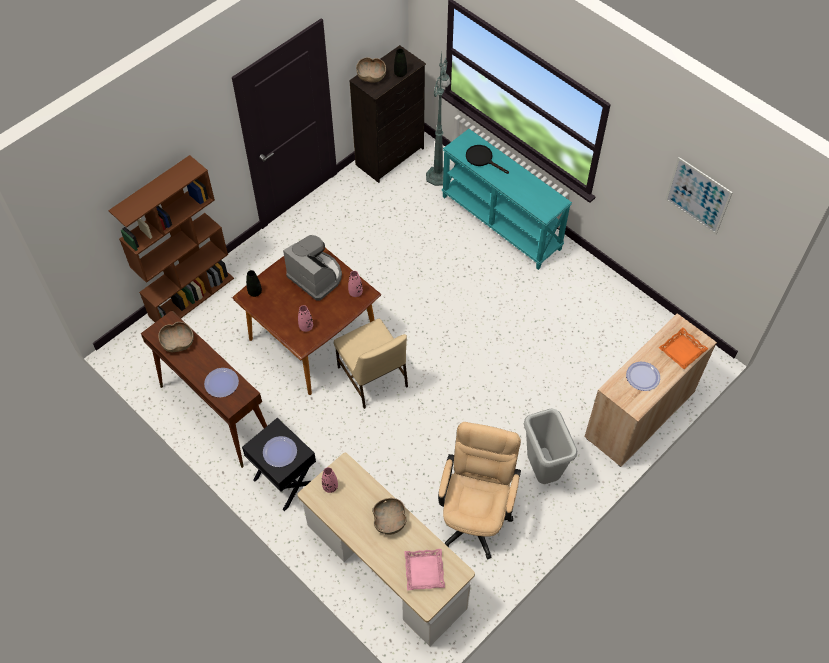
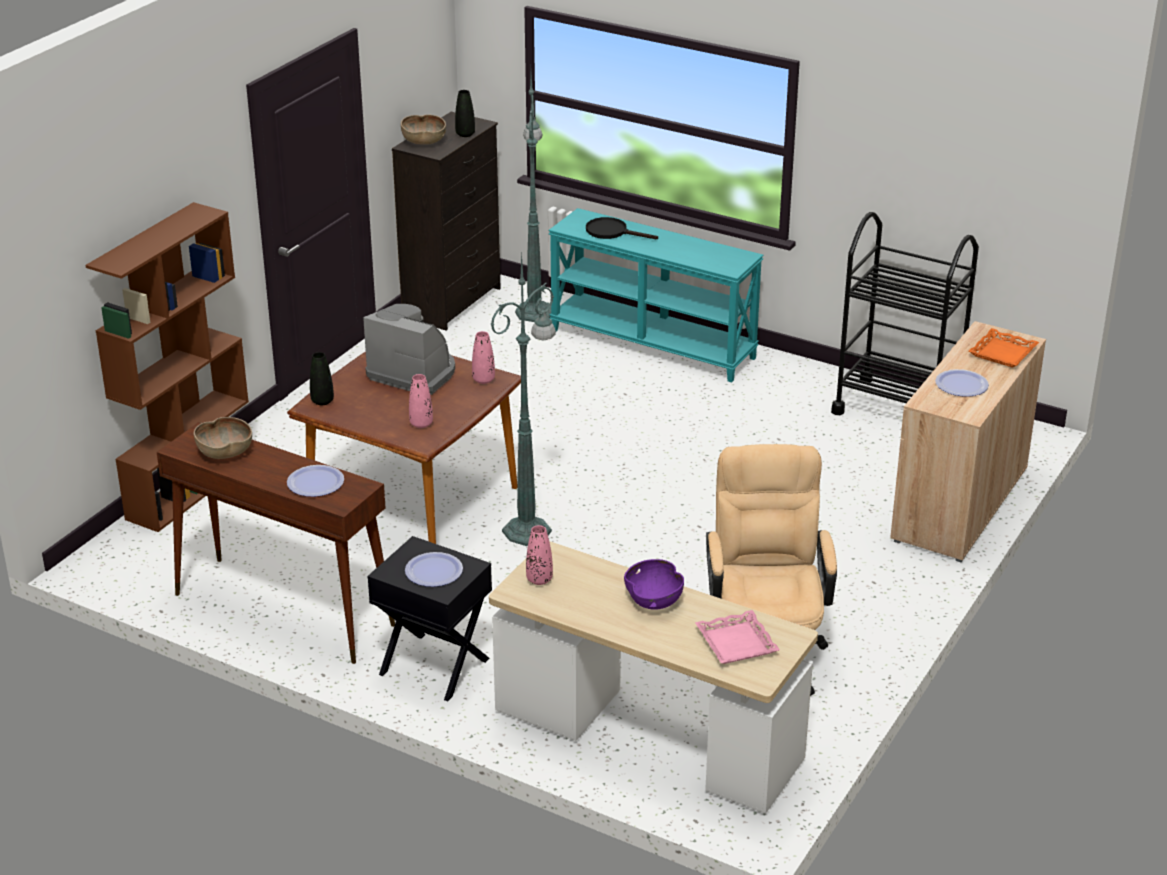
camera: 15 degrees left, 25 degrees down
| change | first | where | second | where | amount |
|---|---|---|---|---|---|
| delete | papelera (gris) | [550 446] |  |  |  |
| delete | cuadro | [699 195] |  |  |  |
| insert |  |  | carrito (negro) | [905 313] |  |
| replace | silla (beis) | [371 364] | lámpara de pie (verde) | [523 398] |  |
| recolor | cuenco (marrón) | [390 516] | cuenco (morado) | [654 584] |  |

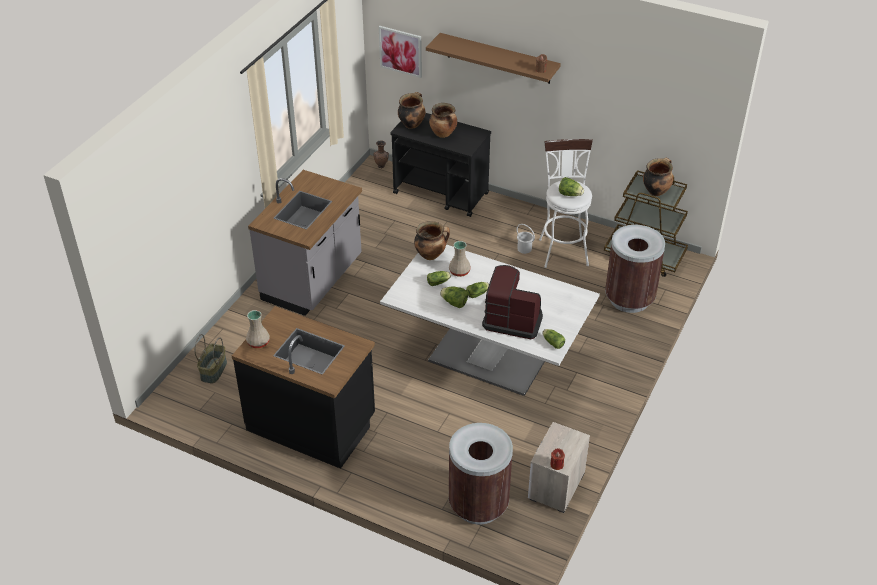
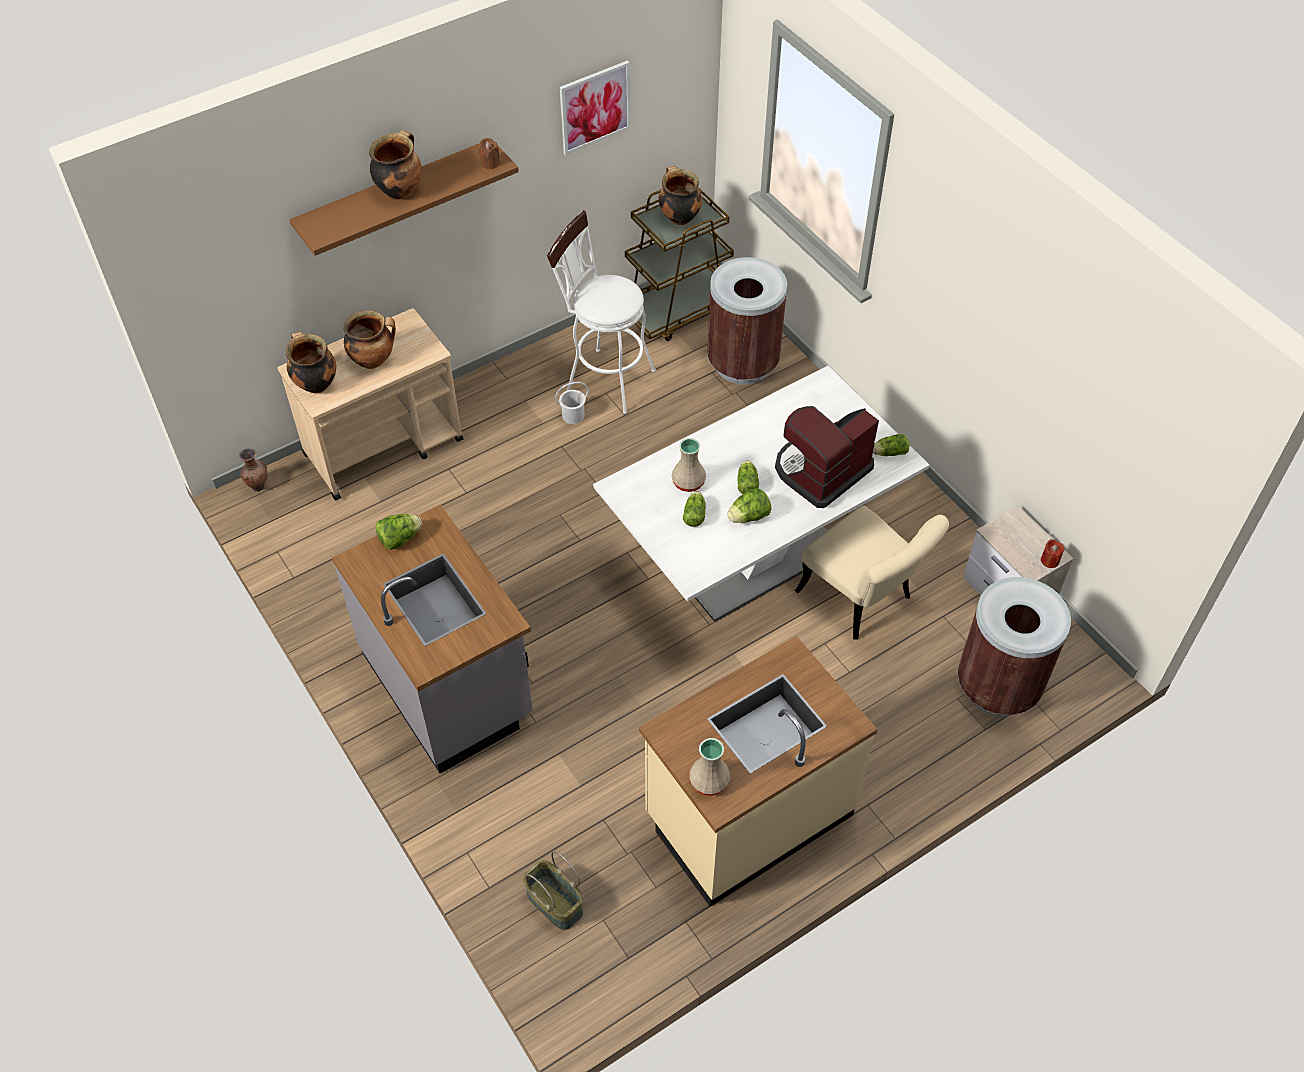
camera: 60 degrees left, 10 degrees up
| change | first | where | second | where | amount |
|---|---|---|---|---|---|
| insert |  |  | silla (beis) | [872 572] |  |
| move | cuadro | [400 52] |  | [595 107] |  |
| move | olla | [432 240] |  | [395 165] |  |
| move | lechuga | [571 186] |  | [399 532] |  |
| recolor | mueble bajo de cocina (negro) | [303 387] | mueble bajo de cocina (beis) | [758 771] |  |
| recolor | carrito (negro) | [440 165] | carrito (beis) | [370 404] |  |

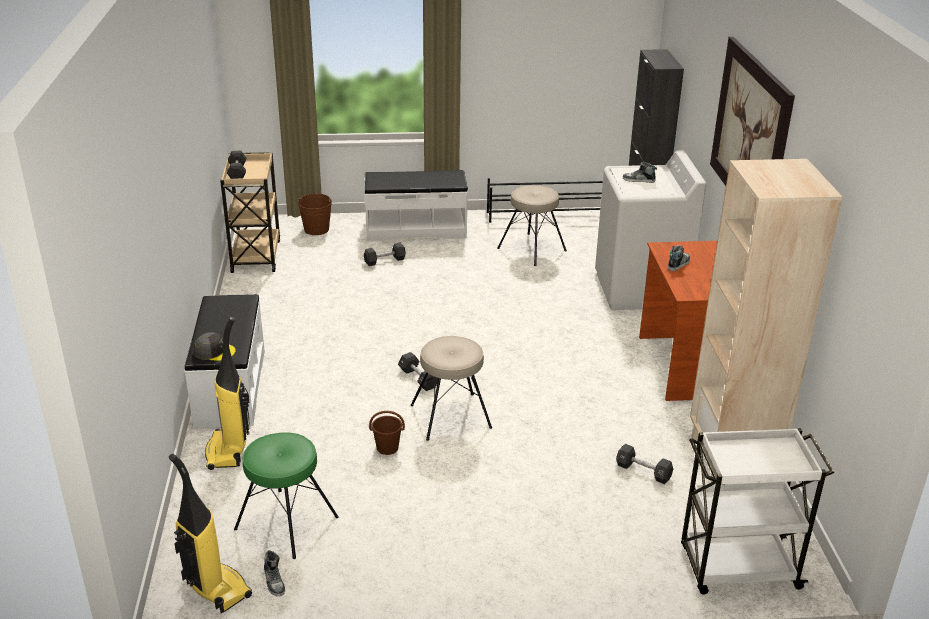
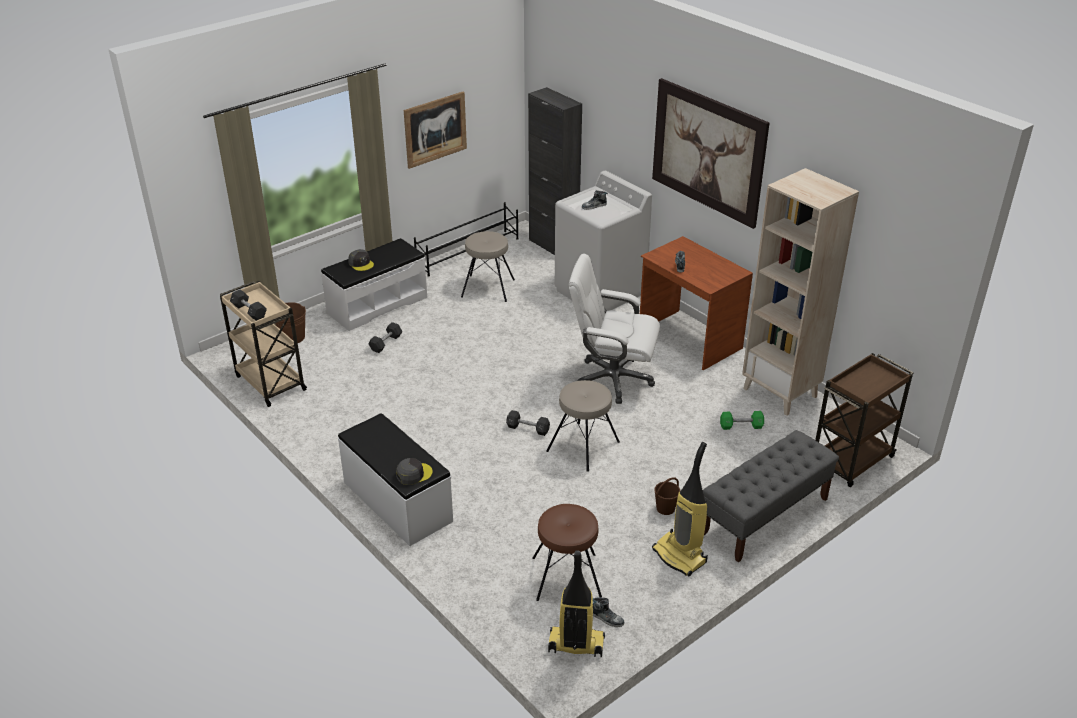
camera: 35 degrees left, 5 degrees up
| change | first | where | second | where | amount |
|---|---|---|---|---|---|
| insert |  |  | gorra (gris) | [361 260] |  |
| insert |  |  | cuadro | [435 130] |  |
| insert |  |  | silla de oficina (blanco) | [614 328] |  |
| insert |  |  | banco (gris) | [771 496] |  |
| move | aspiradora | [227 393] |  | [680 509] |  |
| move | cubo (marrón) | [387 433] |  | [667 496] |  |
| recolor | taburete (verde) | [286 495] | taburete (marrón) | [567 552] |  |
| recolor | mancuerna (negro) | [644 464] | mancuerna (verde) | [742 420] |  |
| recolor | carrito (blanco) | [757 511] | carrito (marrón) | [864 420] |  |

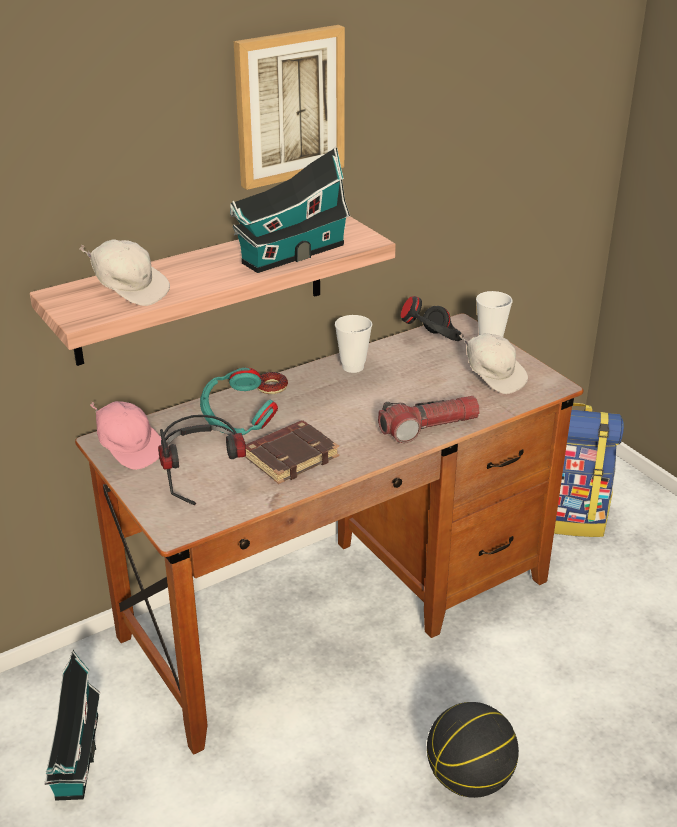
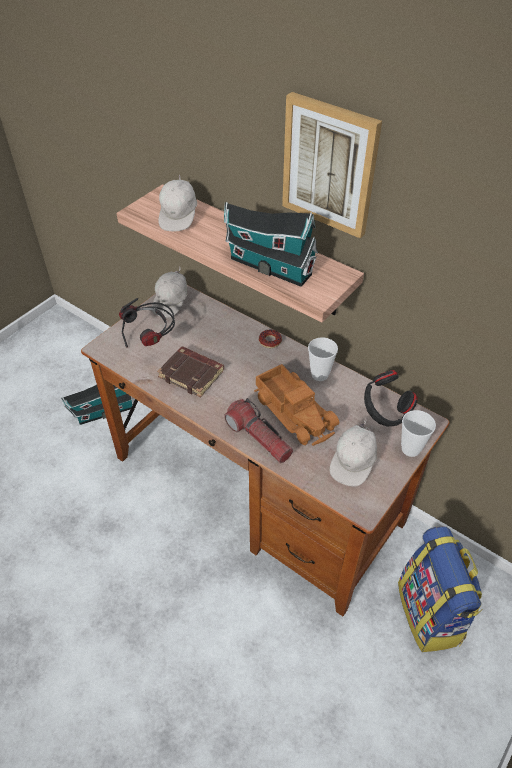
camera: 70 degrees right, 15 degrees up
| change | first | where | second | where | amount |
|---|---|---|---|---|---|
| delete | auriculares (turquesa) | [239 401] |  |  |  |
| delete | balón de baloncesto | [473 750] |  |  |  |
| insert |  |  | camión de juguete | [296 405] |  |
| recolor | gorra (rosa) | [125 435] | gorra (blanco) | [169 292] |  |

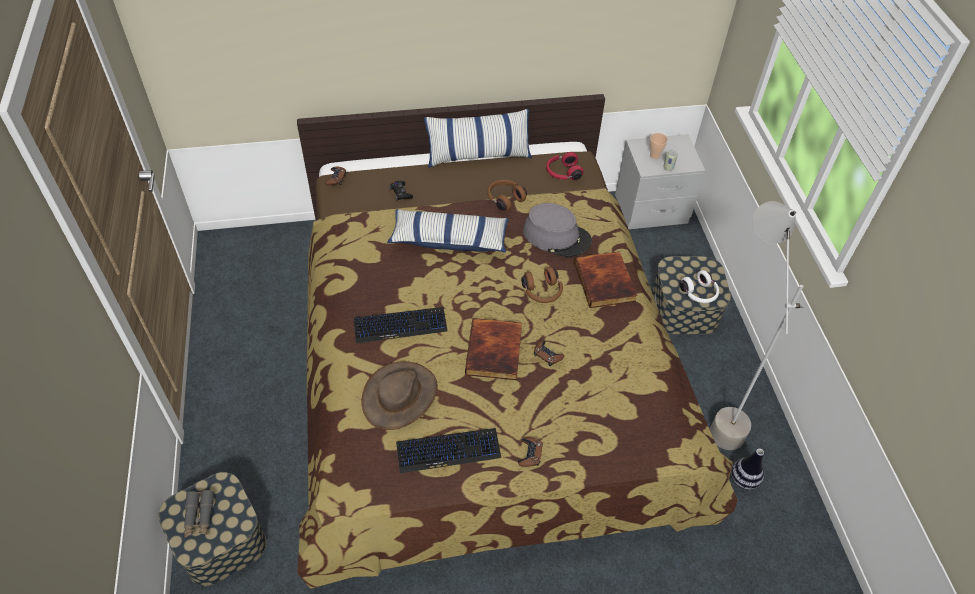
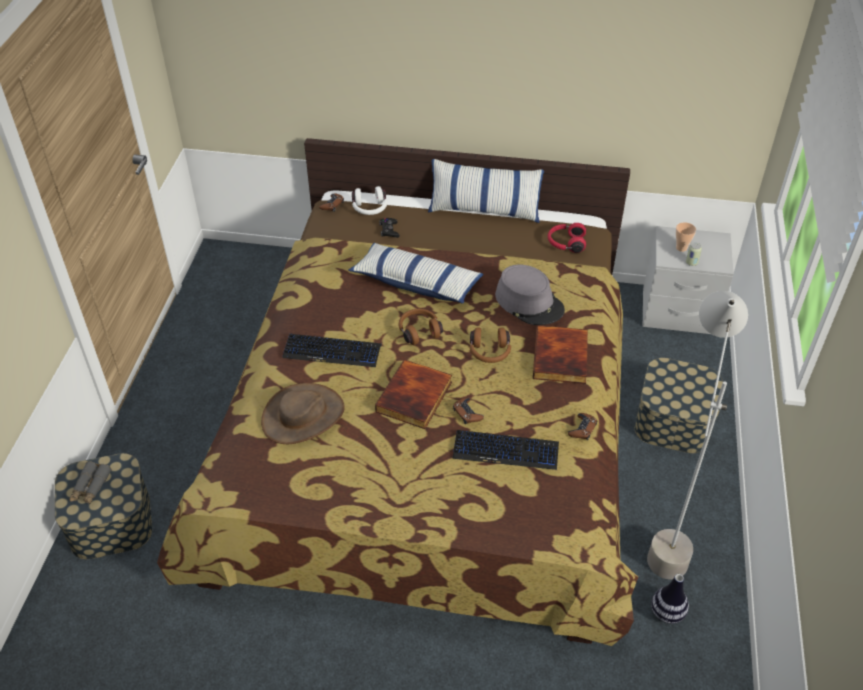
camera: 20 degrees right, 5 degrees down
| change | first | where | second | where | amount |
|---|---|---|---|---|---|
| move | teclado | [448 450] |  | [505 450] |  |
| move | auriculares (marrón) | [507 195] |  | [421 327] |  |
| move | mando de consola (marrón) | [530 452] |  | [582 426] |  |
| move | auriculares (blanco) | [699 286] |  | [370 200] |  |

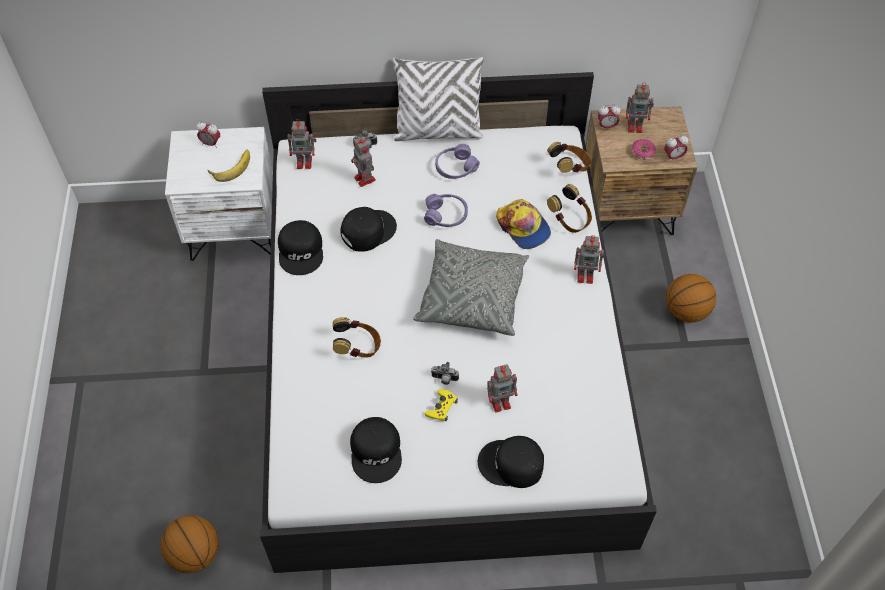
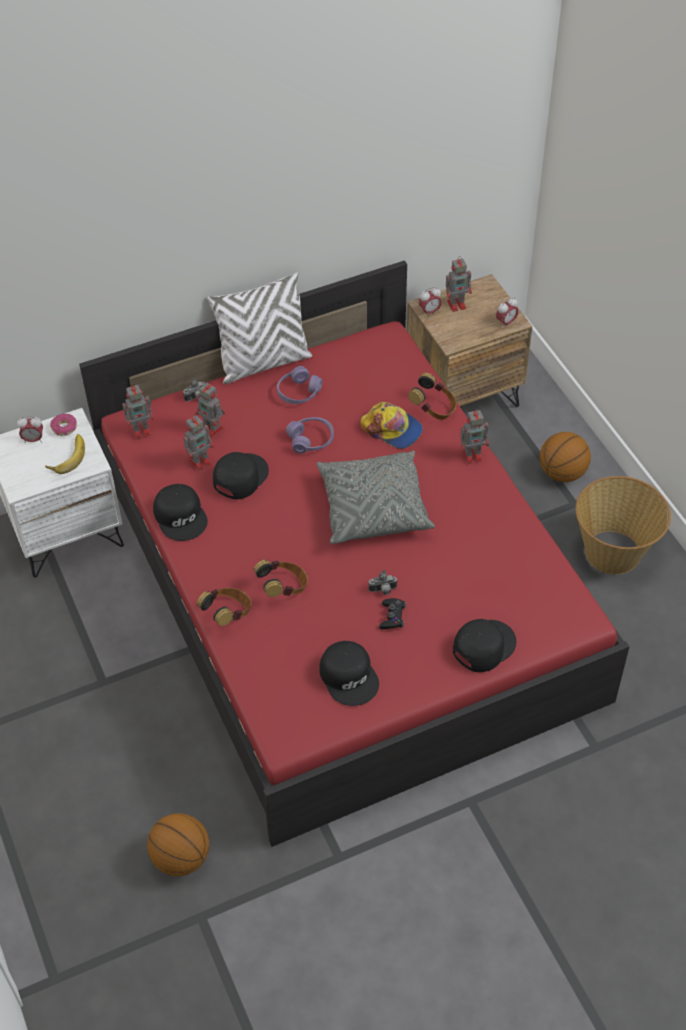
camera: 20 degrees left, 5 degrees down
| change | first | where | second | where | amount |
|---|---|---|---|---|---|
| insert |  |  | cesta | [623 525] |  |
| move | robot de juguete | [502 388] |  | [198 443] |  |
| move | auriculares | [569 157] |  | [224 607] |  |
| move | rosquilla | [644 149] |  | [63 425] |  |
| recolor | cama (blanco) | [458 322] | cama (rojo) | [354 553] |  |
| recolor | mando de consola (amarillo) | [441 405] | mando de consola (negro) | [392 613] |  |
| rotate | gorra (negro) | [511 462] |  | [484 645] | 150 degrees clockwise |

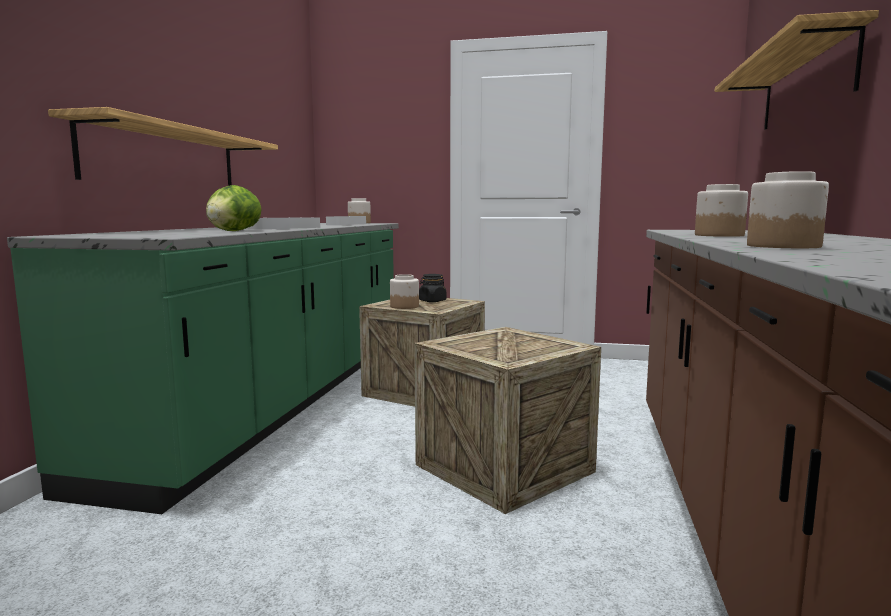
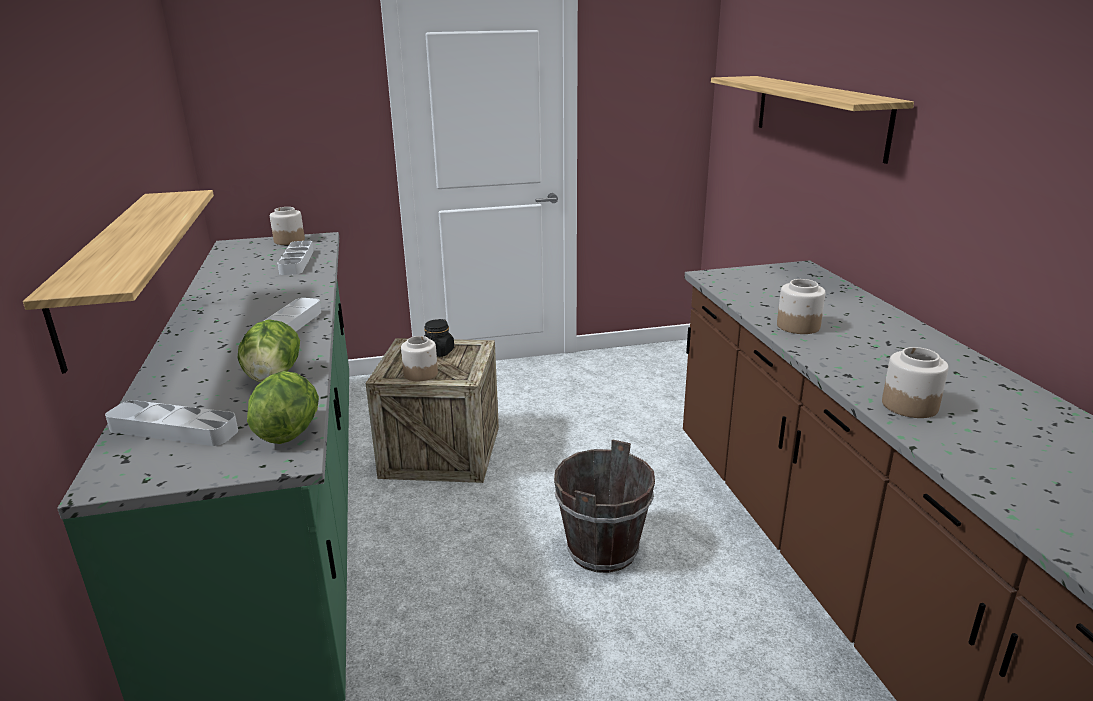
camera: 25 degrees left, 15 degrees up
| change | first | where | second | where | amount |
|---|---|---|---|---|---|
| insert |  |  | bandeja (gris) | [171 423] |  |
| insert |  |  | lechuga | [283 407] |  |
| replace | caja de embalaje | [508 420] | cubo (marrón) | [604 506] |  |

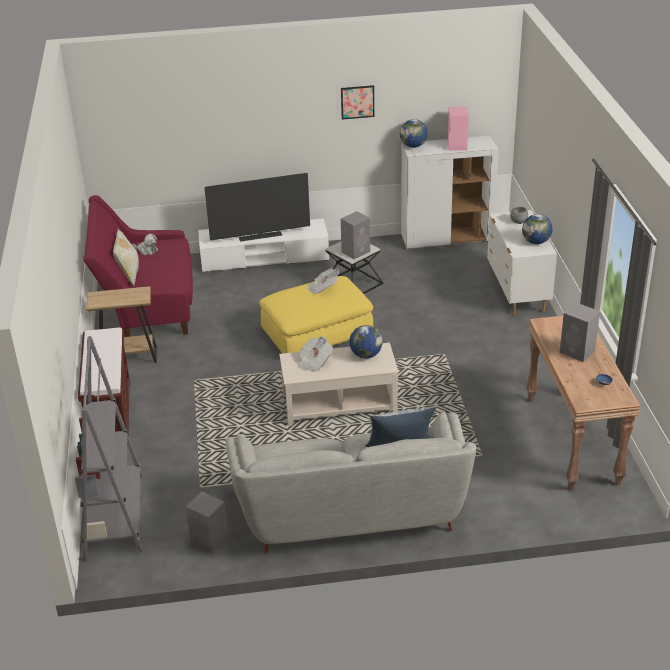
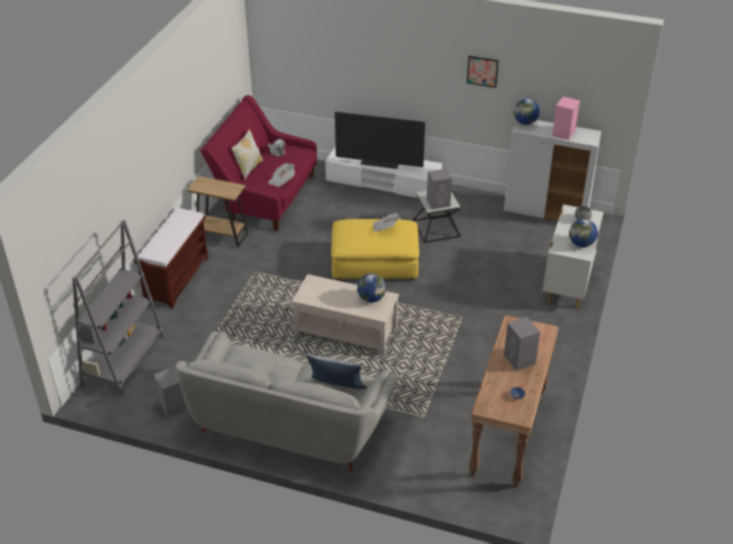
camera: 25 degrees right, 5 degrees up
| change | first | where | second | where | amount |
|---|---|---|---|---|---|
| move | periódico | [316 353] |  | [281 175] |  |

